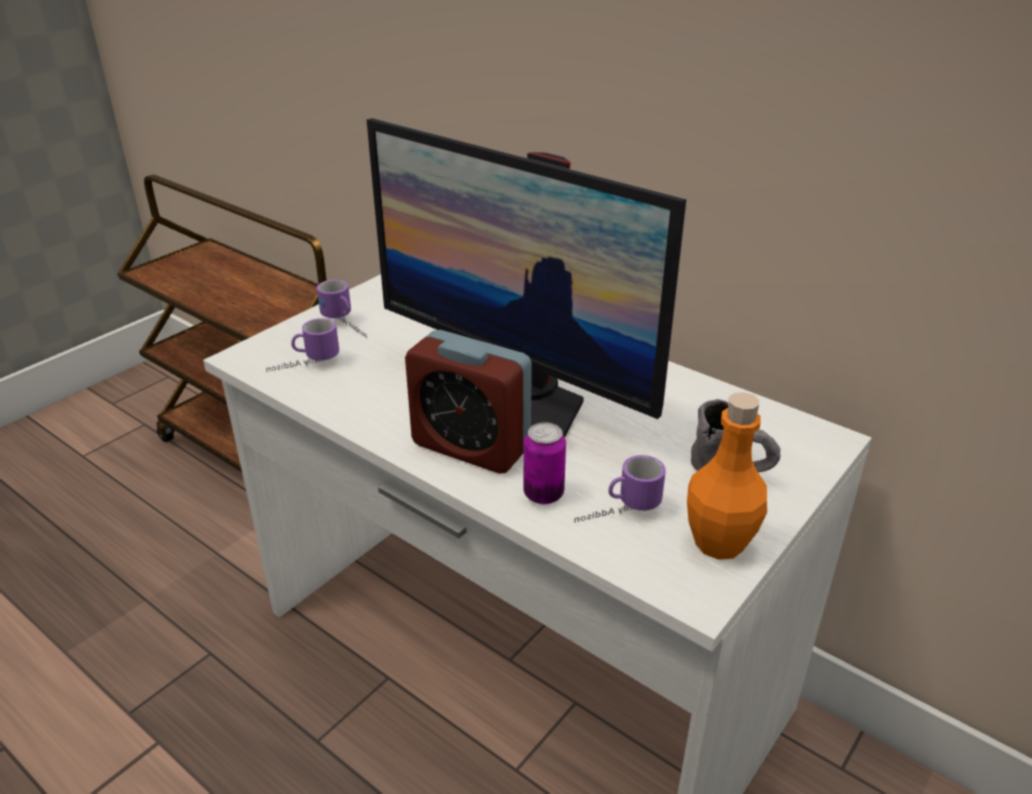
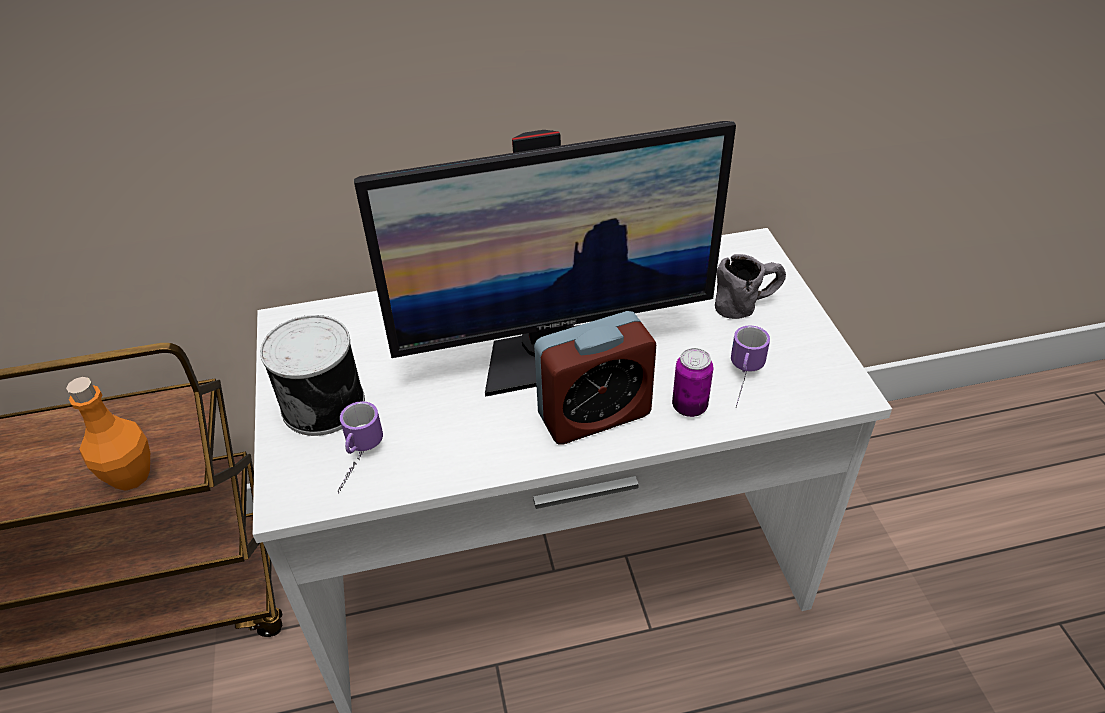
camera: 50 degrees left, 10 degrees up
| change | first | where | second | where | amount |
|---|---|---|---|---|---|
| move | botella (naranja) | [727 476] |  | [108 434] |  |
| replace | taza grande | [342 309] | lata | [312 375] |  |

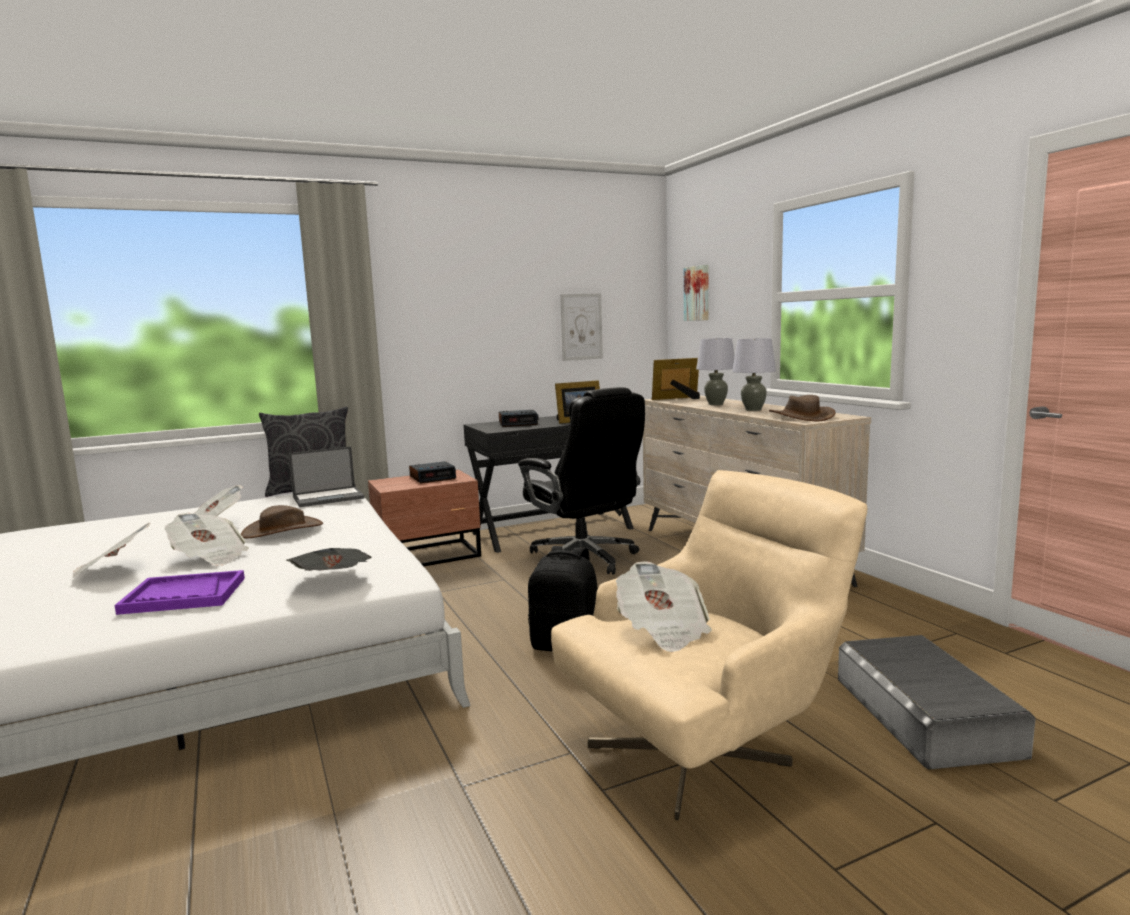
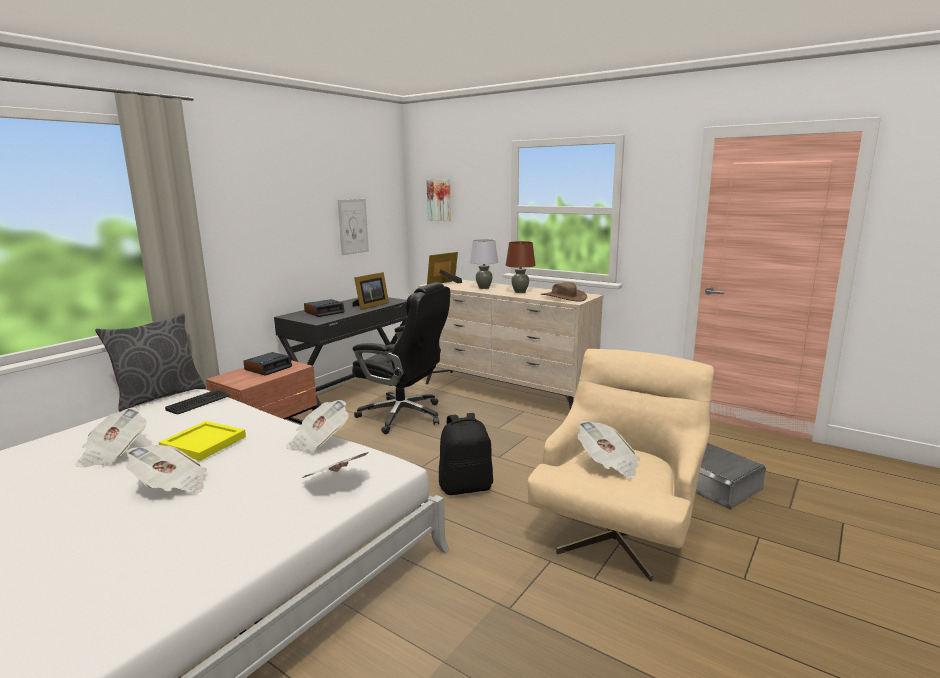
camera: 30 degrees left, 5 degrees up
| change | first | where | second | where | amount |
|---|---|---|---|---|---|
| delete | bandeja (morado) | [180 592] |  |  |  |
| move | periódico | [111 550] |  | [317 426] |  |
| replace | sombrero (marrón) | [282 521] | bandeja (amarillo) | [202 441] |  |
| replace | portátil | [326 476] | teclado | [197 401] |  |
| recolor | lámpara de mesa (gris) | [754 374] | lámpara de mesa (marrón) | [521 267] |  |

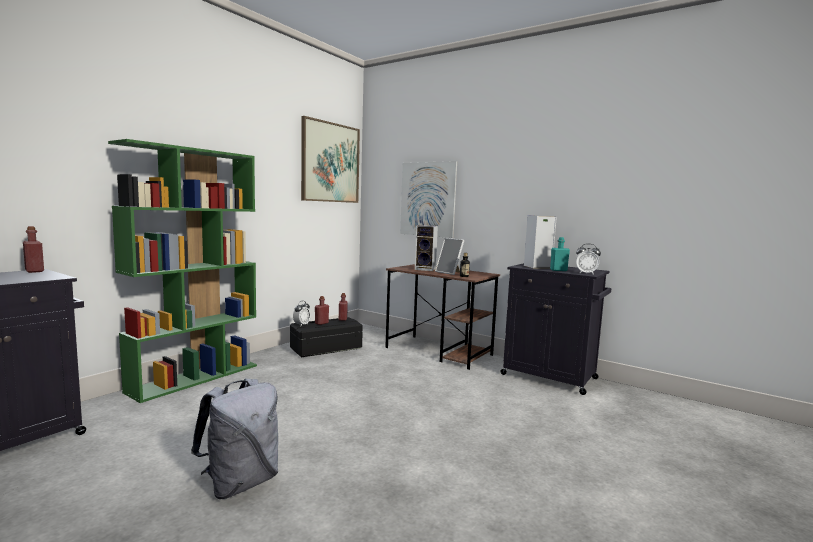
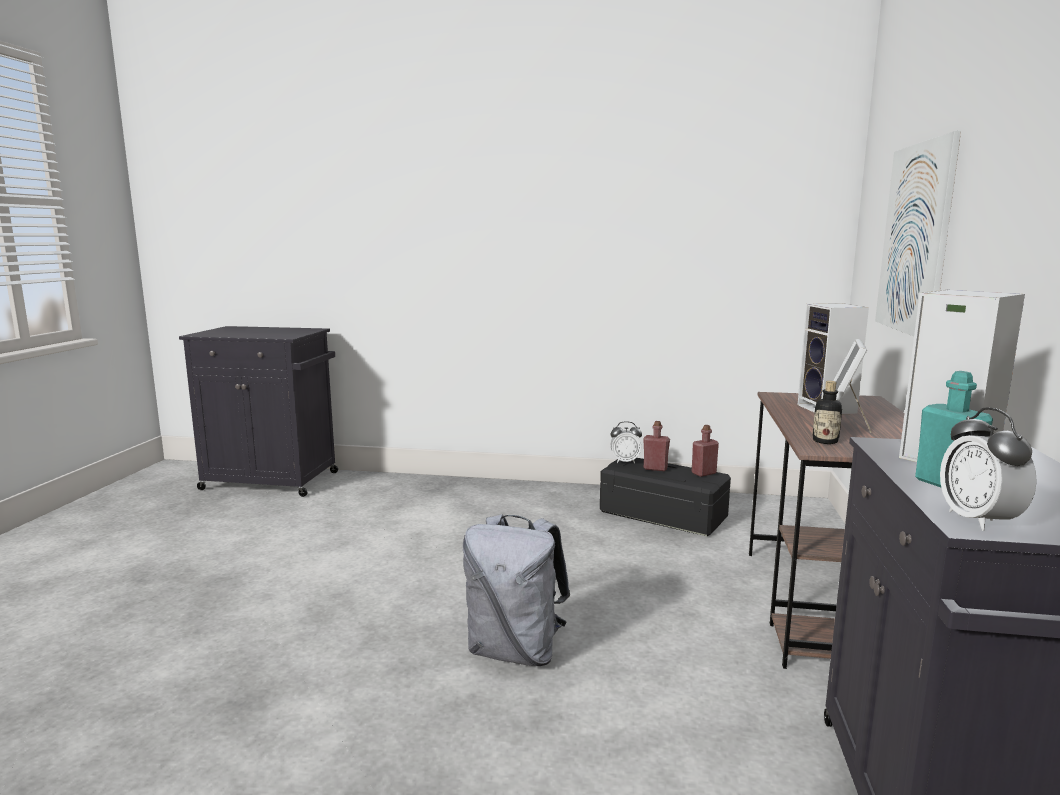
camera: 65 degrees right, 5 degrees up
| change | first | where | second | where | amount |
|---|---|---|---|---|---|
| delete | botella (rojo) | [33 249] |  |  |  |
| delete | estantería (verde) | [182 271] |  |  |  |
| delete | cuadro | [330 159] |  |  |  |
| move | mochila (gris) | [234 439] |  | [516 590] |  |

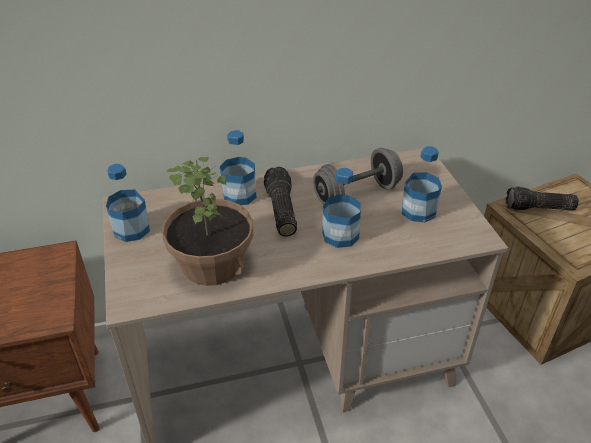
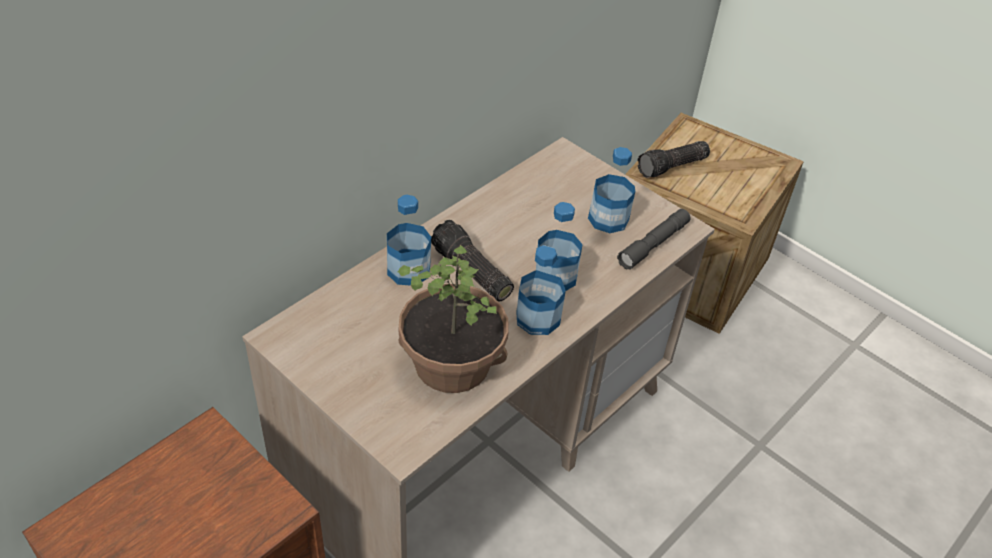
camera: 35 degrees left, 5 degrees up
| change | first | where | second | where | amount |
|---|---|---|---|---|---|
| delete | mancuerna (gris) | [358 176] |  |  |  |
| insert |  |  | linterna (gris) | [654 239] |  |
| move | botella | [128 203] |  | [541 290] |  |

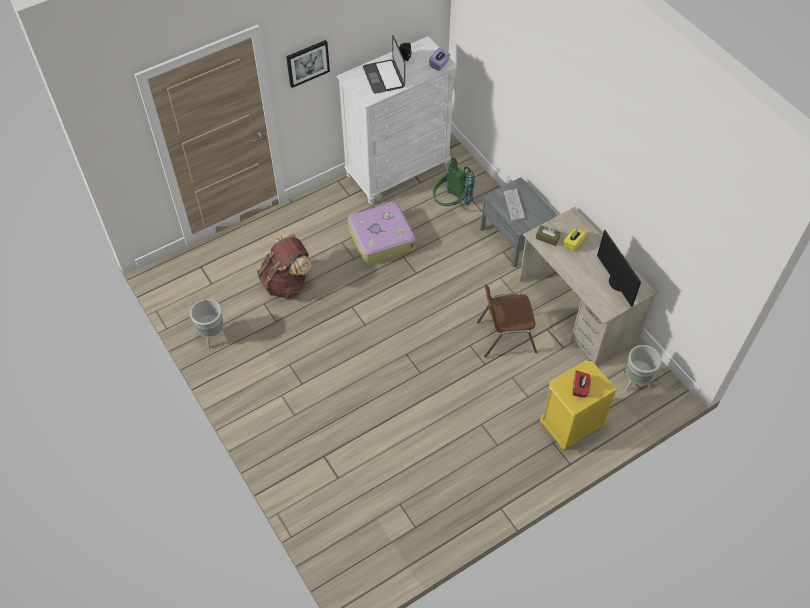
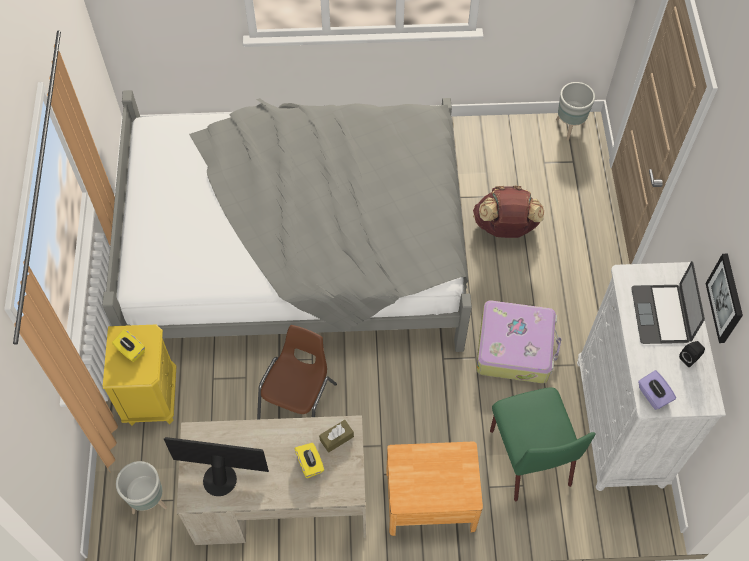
camera: 120 degrees right, 5 degrees up
| change | first | where | second | where | amount |
|---|---|---|---|---|---|
| delete | teclado | [514 205] |  |  |  |
| insert |  |  | cama (gris) | [287 221] |  |
| move | maceta (gris) | [209 324] |  | [575 111] |  |
| move | cuadro | [308 64] |  | [724 298] |  |
| replace | mochila (verde) | [454 181] | silla (verde) | [543 444] |  |
| recolor | mesita de noche (gris) | [518 222] | mesita de noche (marrón) | [434 489] |  |
| recolor | caja de pañuelos (rojo) | [582 384] | caja de pañuelos (amarillo) | [128 345] |  |
| rotate | portátil | [384 64] |  | [668 302] | 105 degrees counterclockwise |

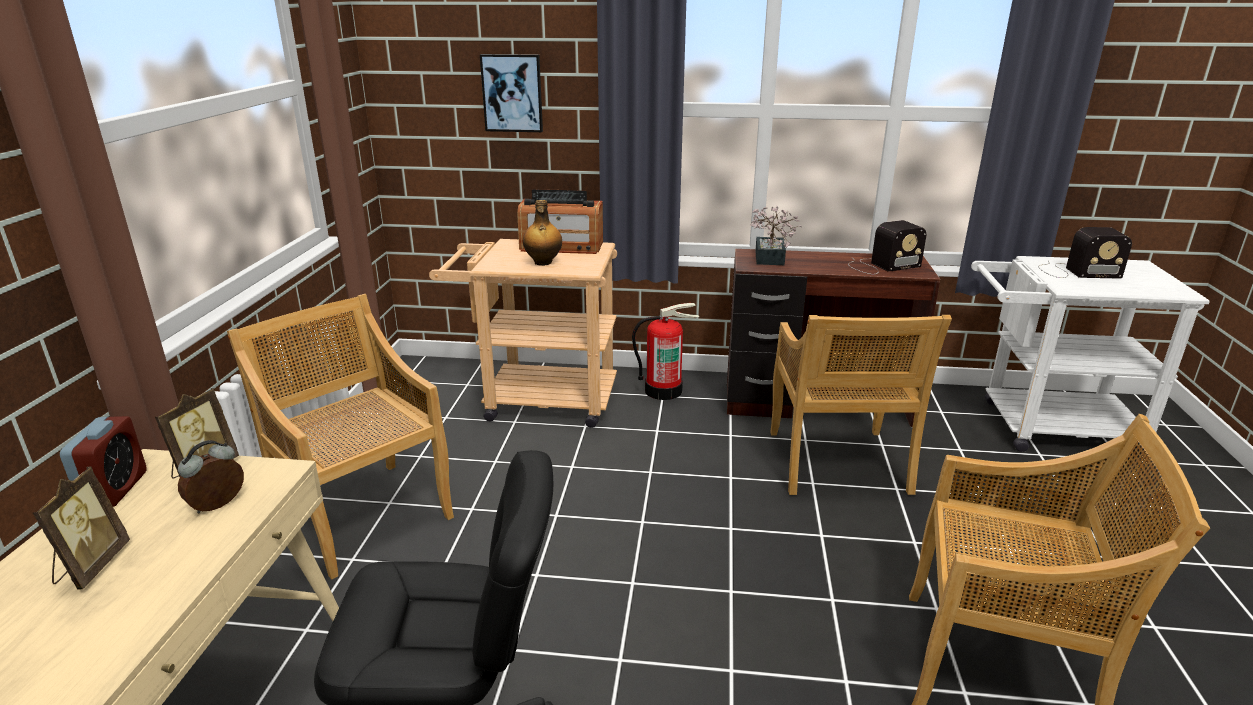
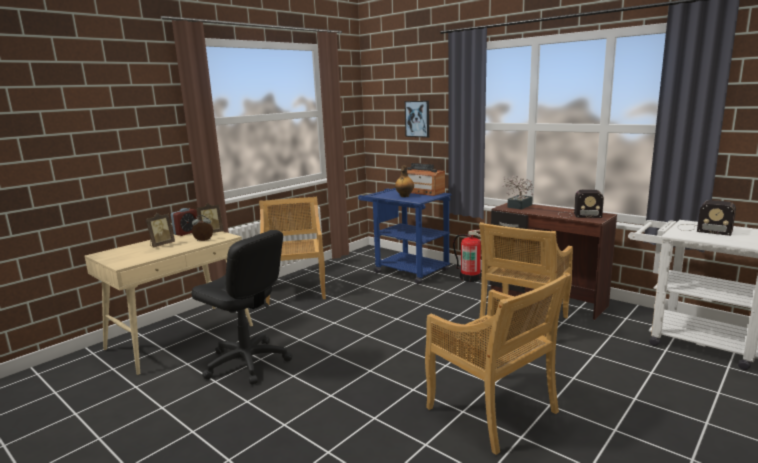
camera: 35 degrees right, 10 degrees down
| change | first | where | second | where | amount |
|---|---|---|---|---|---|
| recolor | carrito (beis) | [523 333] | carrito (azul) | [404 236] |  |

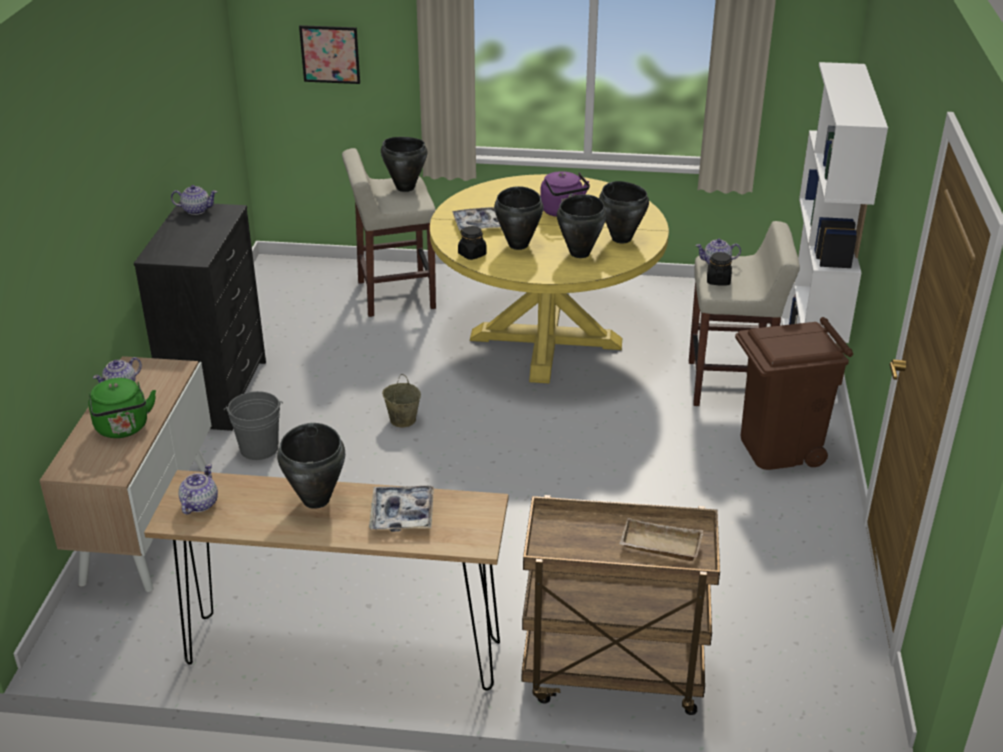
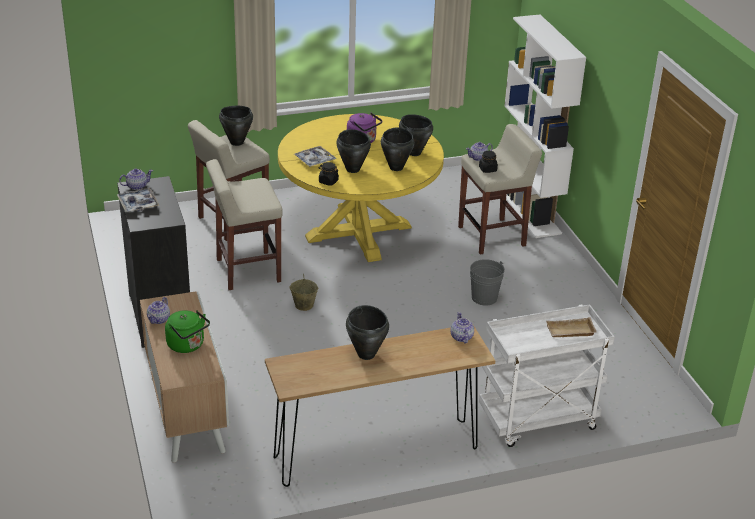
camera: 25 degrees left, 0 degrees up
| change | first | where | second | where | amount |
|---|---|---|---|---|---|
| delete | cuadro | [329 54] |  |  |  |
| delete | papelera (marrón) | [794 393] |  |  |  |
| insert |  |  | taburete (beis) | [244 224] |  |
| move | tetera | [198 489] |  | [462 328] |  |
| move | cubo (gris) | [253 425] |  | [487 282] |  |
| move | bandeja | [401 509] |  | [138 200] |  |
| recolor | carrito (marrón) | [621 605] | carrito (blanco) | [547 375] |  |

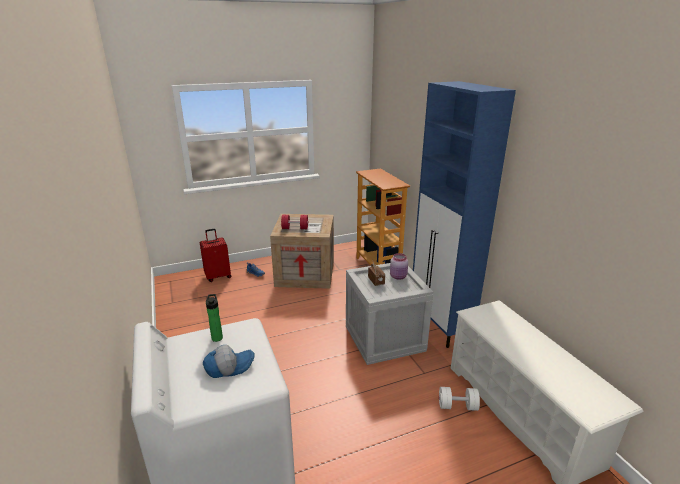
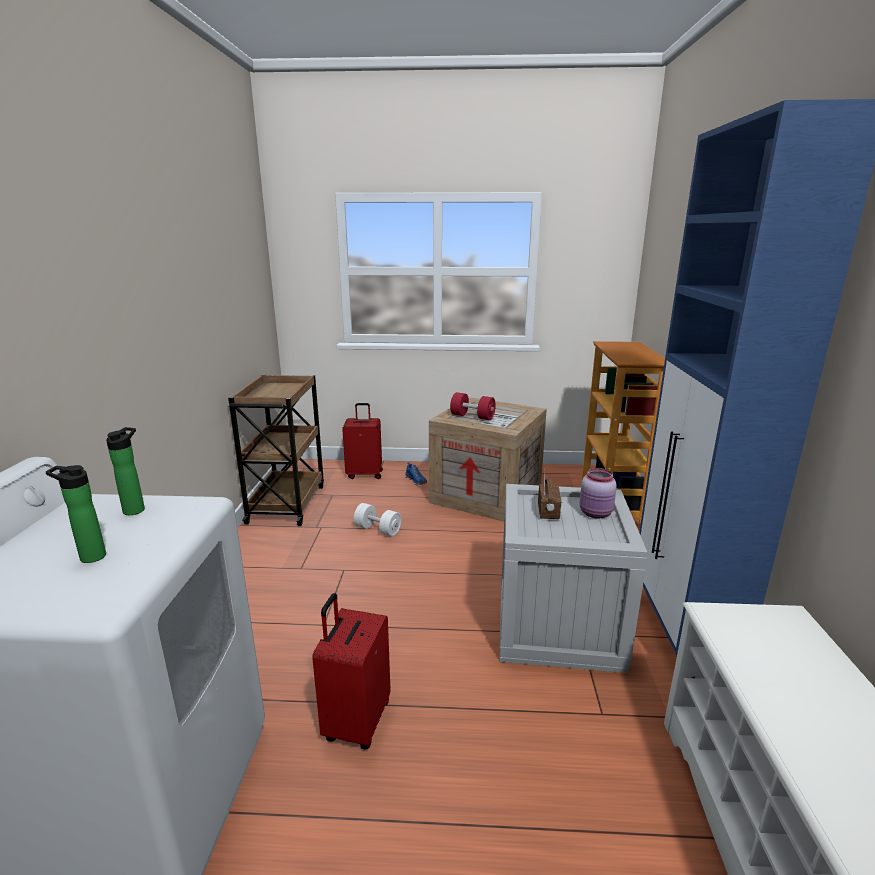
camera: 25 degrees right, 5 degrees down
| change | first | where | second | where | amount |
|---|---|---|---|---|---|
| insert |  |  | carrito (marrón) | [276 450] |  |
| insert |  |  | maleta (rojo) | [351 671] |  |
| move | mancuerna (blanco) | [459 399] |  | [378 520] |  |
| replace | gorra | [228 361] | botella | [76 514] |  |

